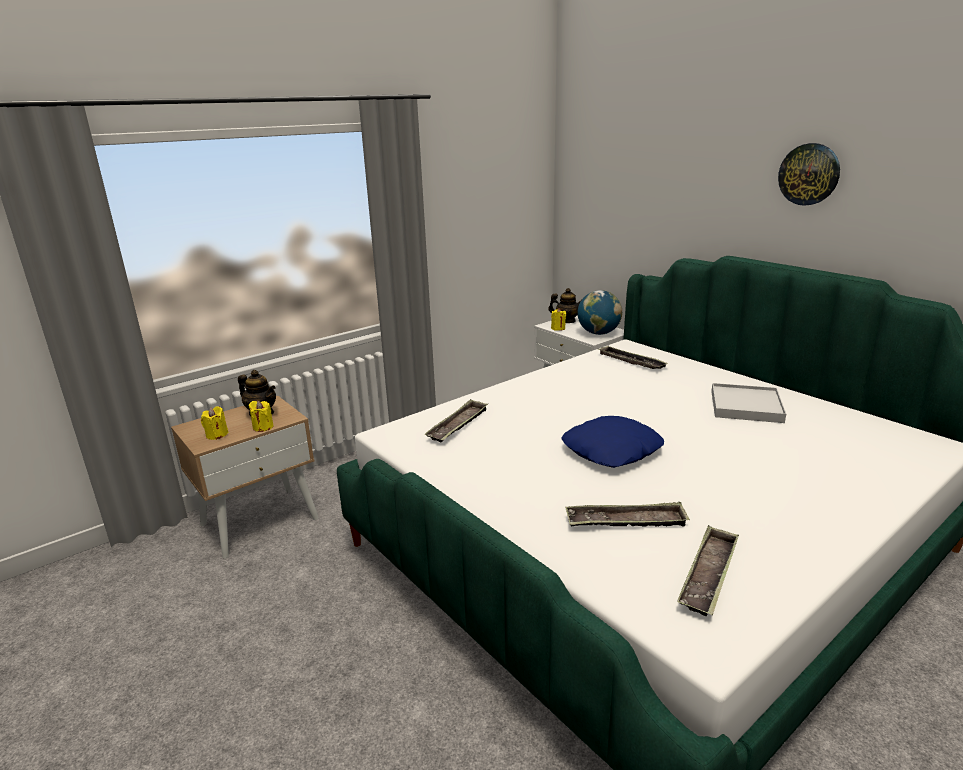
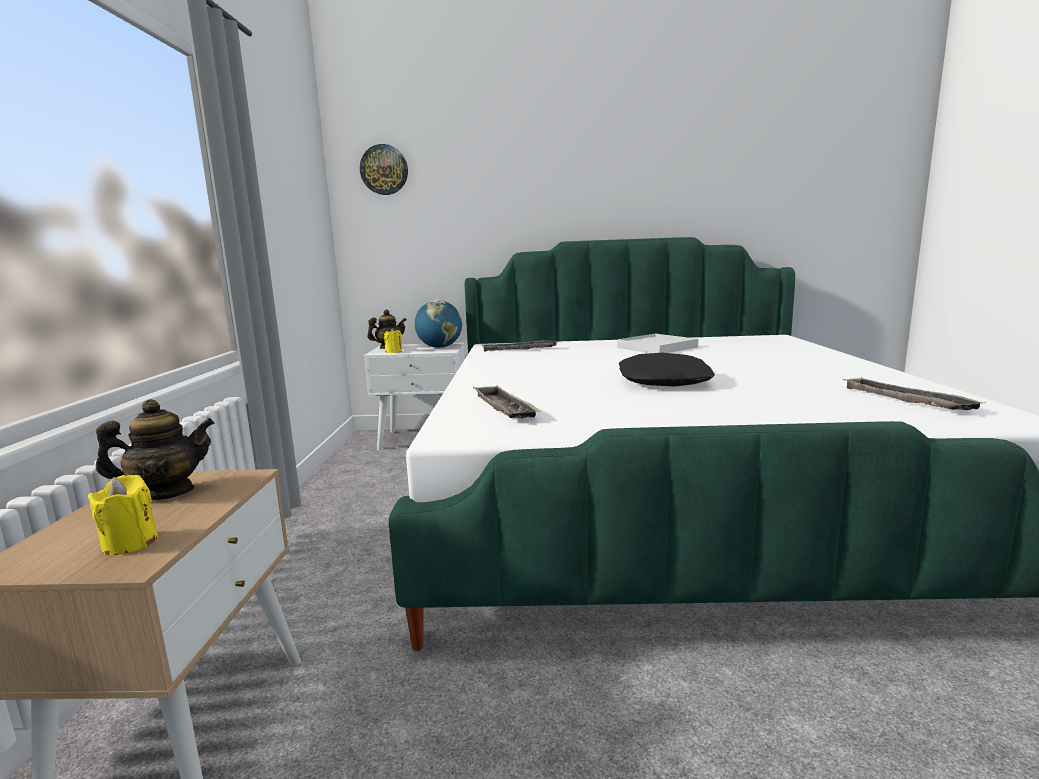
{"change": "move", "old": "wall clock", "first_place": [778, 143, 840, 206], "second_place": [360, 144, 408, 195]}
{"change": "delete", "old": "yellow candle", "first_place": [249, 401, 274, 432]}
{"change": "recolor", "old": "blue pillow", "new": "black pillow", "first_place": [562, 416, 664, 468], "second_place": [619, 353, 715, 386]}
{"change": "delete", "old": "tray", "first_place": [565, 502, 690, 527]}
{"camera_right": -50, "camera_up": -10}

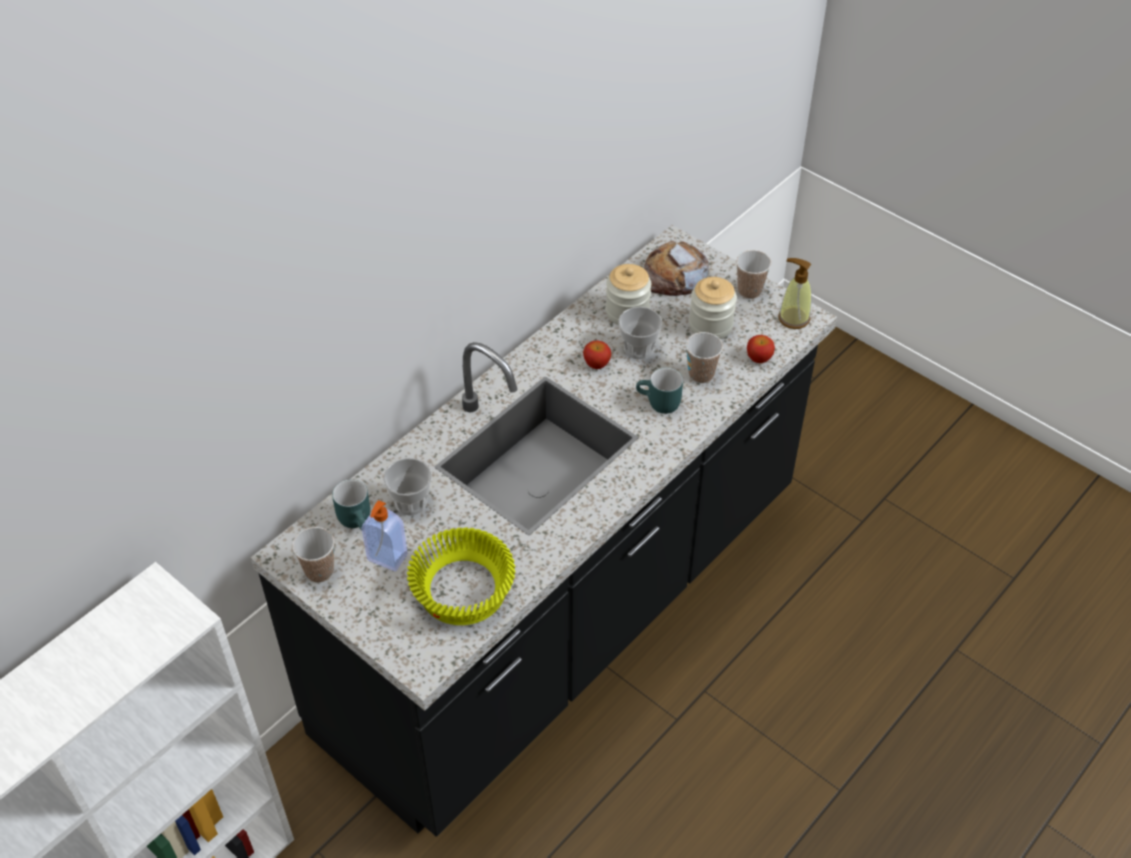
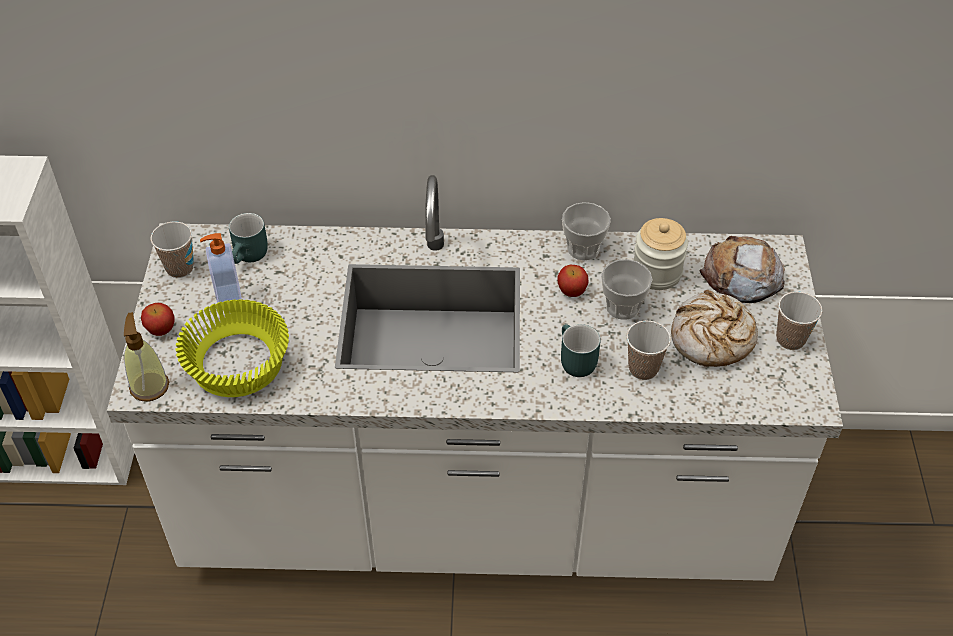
{"change": "recolor", "old": "black counter", "new": "white counter", "first_place": [251, 225, 837, 837], "second_place": [107, 175, 843, 581]}
{"change": "move", "old": "soap dispenser", "first_place": [778, 258, 811, 329], "second_place": [124, 312, 169, 401]}
{"change": "replace", "old": "jar", "new": "bread", "first_place": [689, 277, 737, 339], "second_place": [671, 290, 758, 367]}
{"change": "move", "old": "apple", "first_place": [747, 335, 775, 363], "second_place": [141, 303, 175, 336]}
{"change": "move", "old": "cup", "first_place": [383, 458, 432, 516], "second_place": [562, 202, 611, 261]}
{"camera_right": 50, "camera_up": 0}

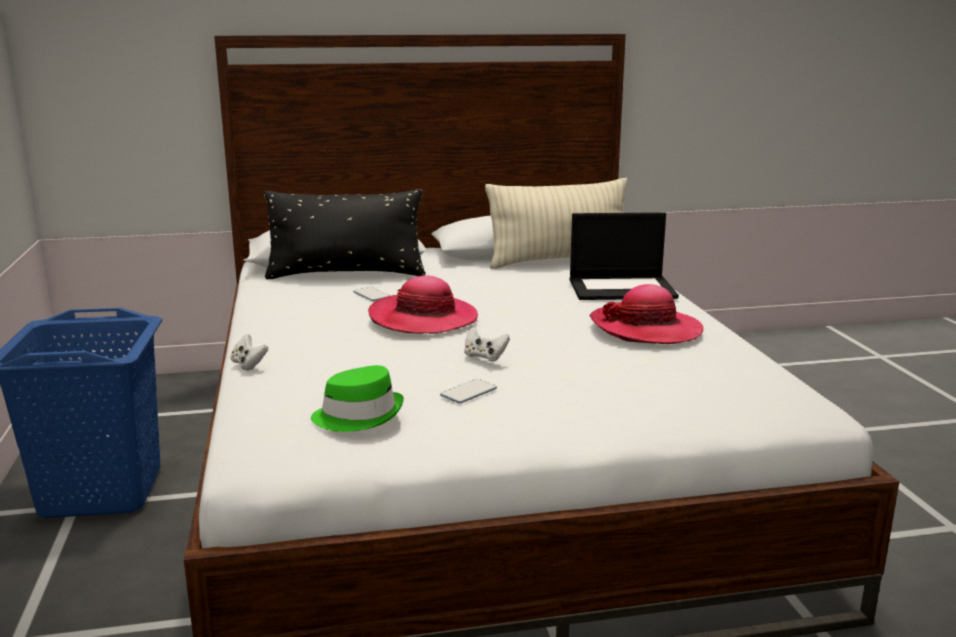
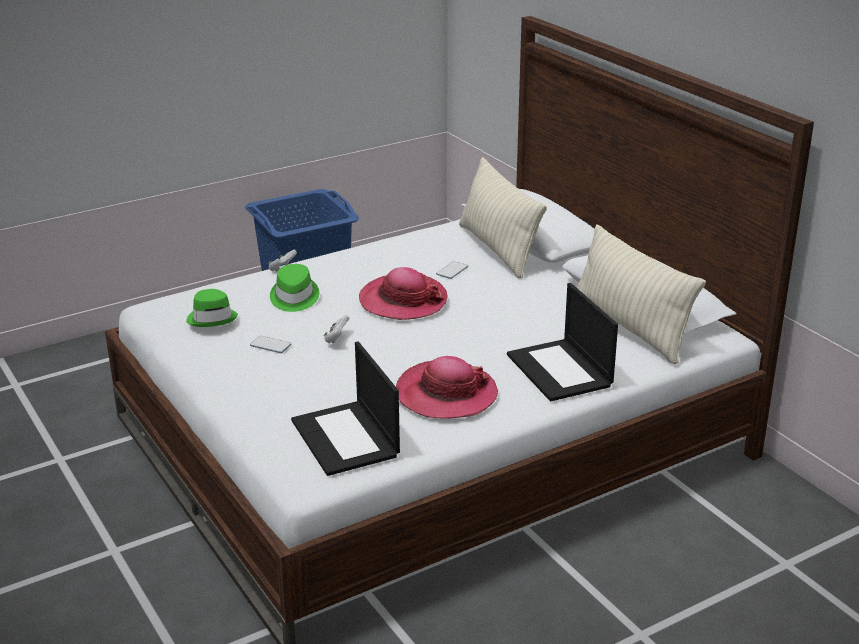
{"change": "recolor", "old": "black pillow", "new": "beige pillow", "first_place": [264, 189, 426, 279], "second_place": [459, 157, 547, 279]}
{"change": "insert", "new": "green hat", "second_place": [270, 264, 319, 312]}
{"change": "insert", "new": "laptop", "second_place": [291, 341, 400, 476]}
{"camera_right": 70, "camera_up": 10}

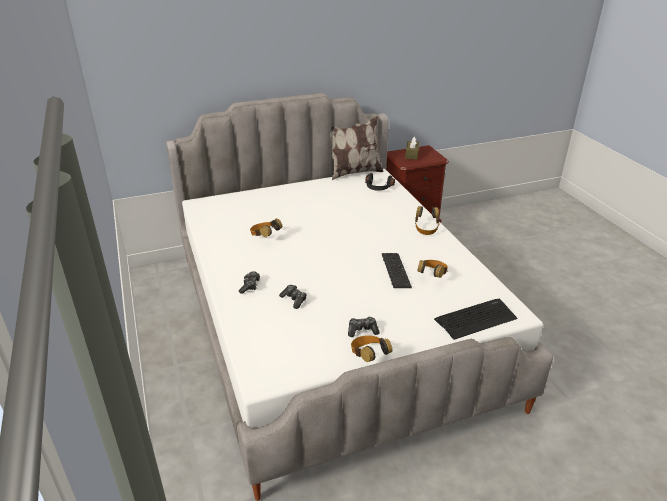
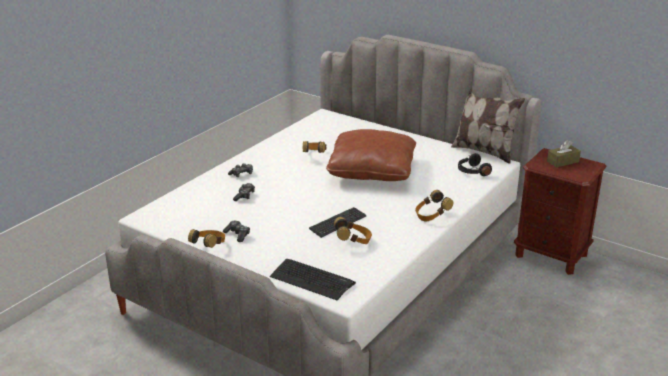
{"change": "insert", "new": "brown pillow", "second_place": [326, 129, 416, 181]}
{"camera_right": 55, "camera_up": -5}

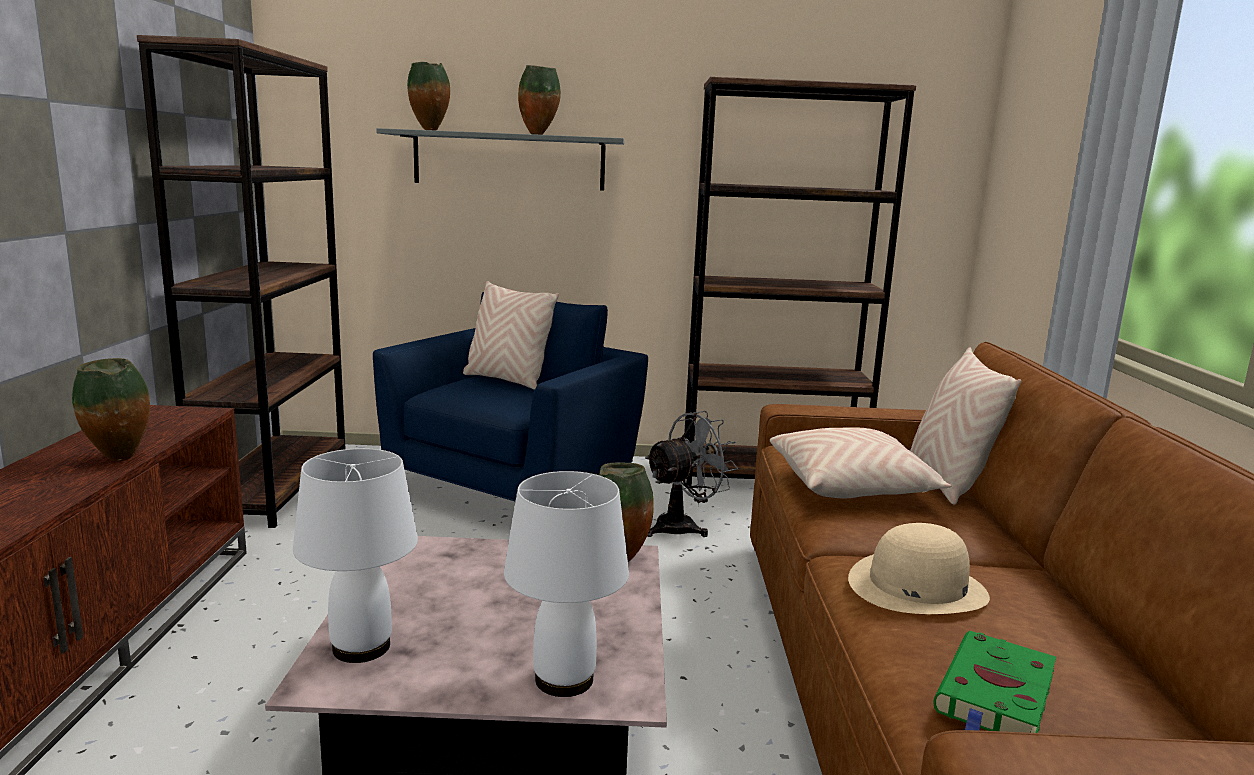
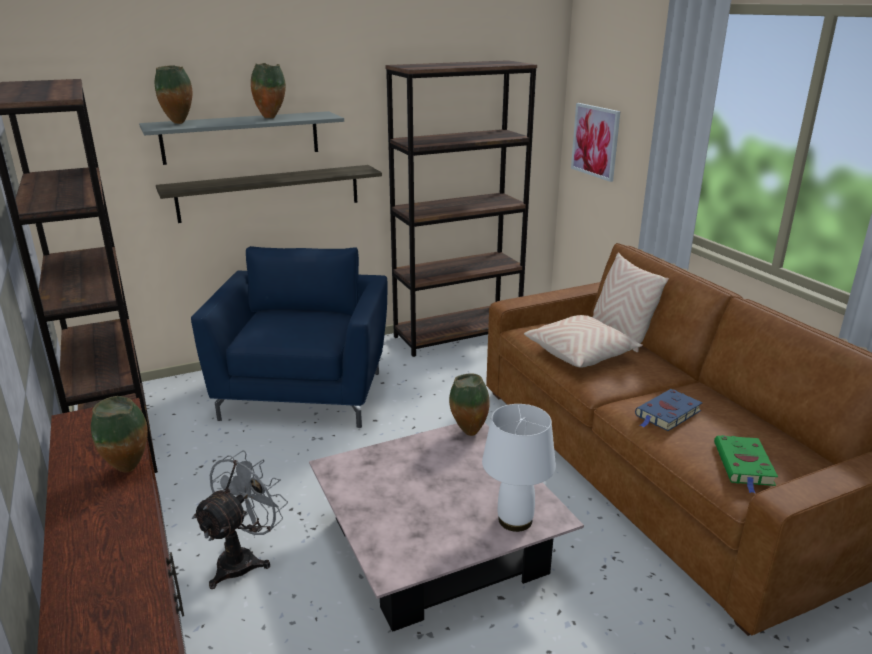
{"change": "delete", "old": "beige pillow", "first_place": [463, 281, 559, 390]}
{"change": "move", "old": "grey fan", "first_place": [645, 411, 738, 537], "second_place": [192, 450, 288, 589]}
{"change": "delete", "old": "white table lamp", "first_place": [293, 448, 418, 663]}
{"change": "replace", "old": "beige hat", "new": "blue book", "first_place": [848, 523, 990, 614], "second_place": [635, 389, 703, 431]}
{"change": "insert", "new": "picture", "second_place": [571, 103, 621, 182]}
{"change": "insert", "new": "shelf", "second_place": [156, 165, 382, 223]}
{"camera_right": -25, "camera_up": 10}

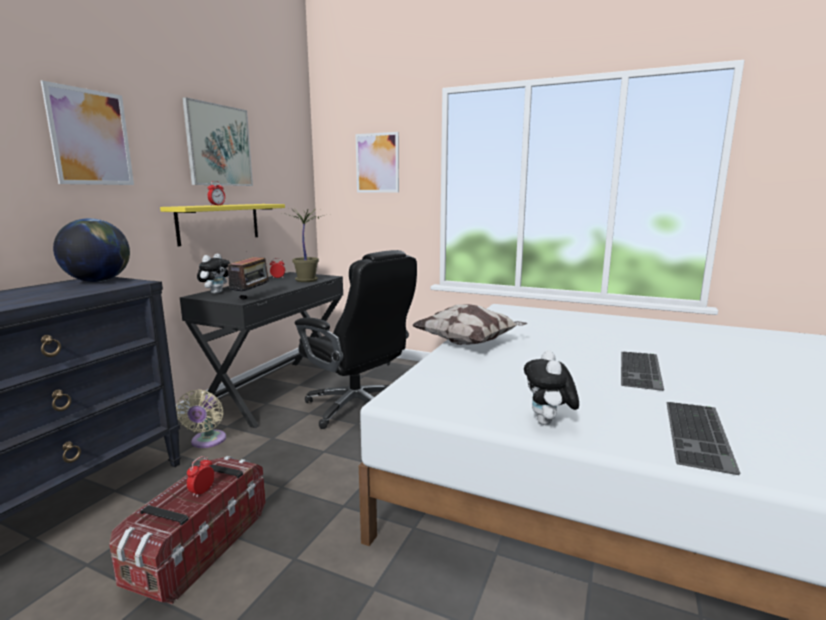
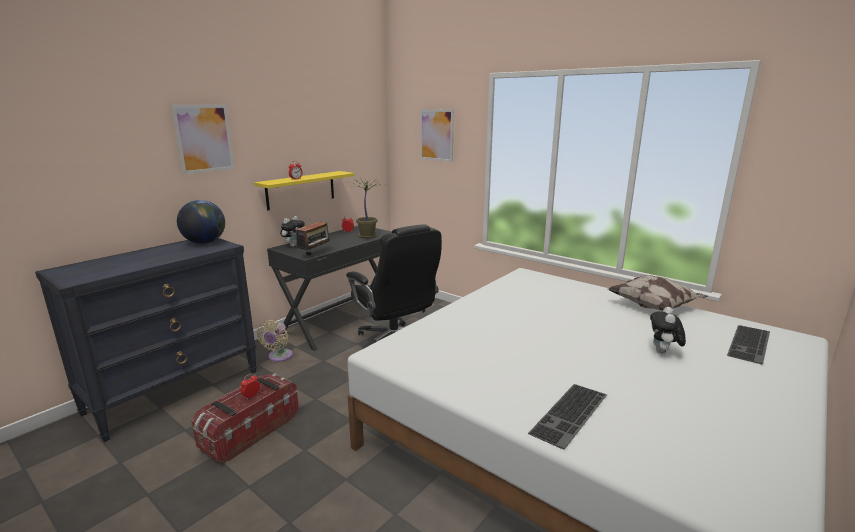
{"change": "delete", "old": "picture", "first_place": [182, 97, 253, 186]}
{"change": "move", "old": "pillow", "first_place": [413, 304, 527, 345], "second_place": [608, 275, 708, 311]}
{"change": "move", "old": "plush toy", "first_place": [524, 350, 579, 425], "second_place": [650, 307, 686, 354]}
{"change": "move", "old": "keyboard", "first_place": [621, 352, 664, 391], "second_place": [727, 325, 770, 364]}
{"camera_right": 15, "camera_up": 5}

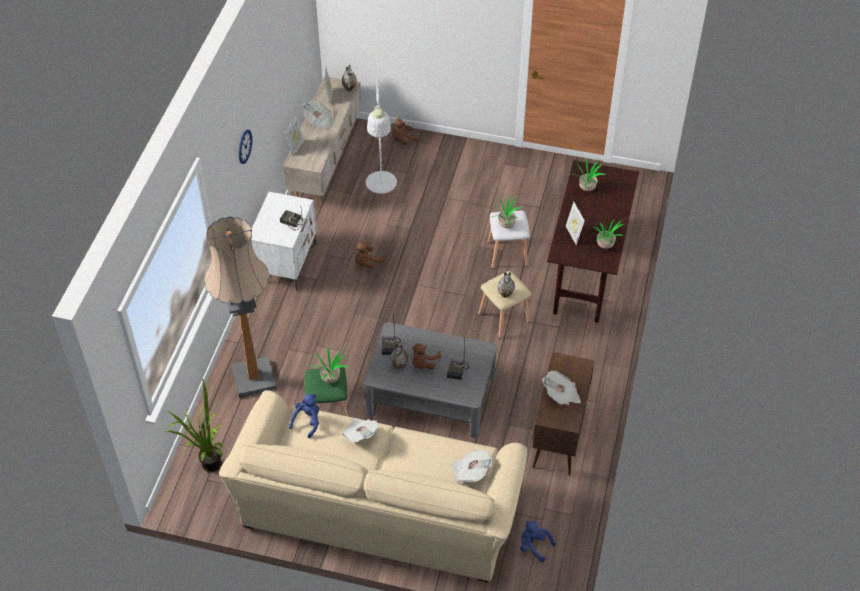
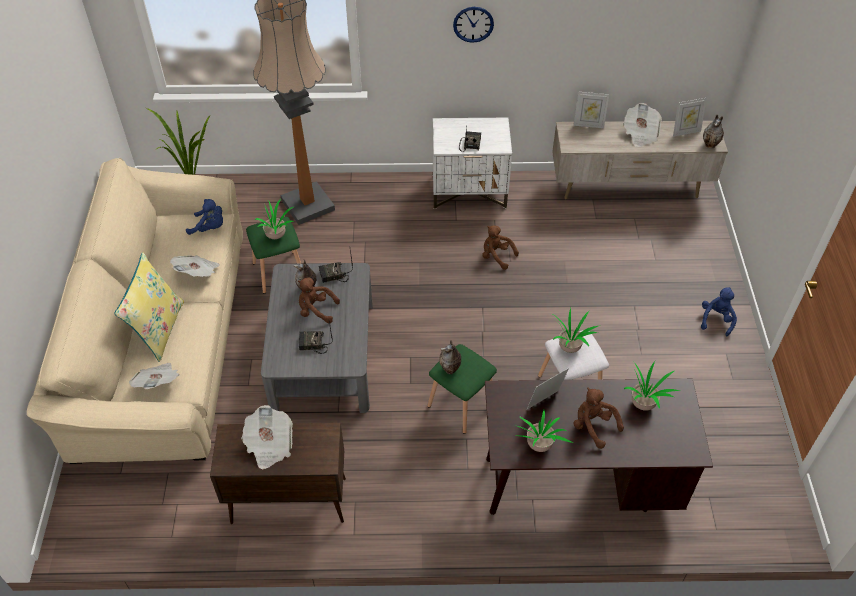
{"change": "delete", "old": "white floor lamp", "first_place": [366, 79, 397, 194]}
{"change": "move", "old": "brown plush toy", "first_place": [392, 118, 420, 145], "second_place": [573, 388, 624, 449]}
{"change": "recolor", "old": "beige stool", "new": "green stool", "first_place": [478, 271, 531, 338], "second_place": [427, 344, 497, 434]}
{"change": "move", "old": "blue plush toy", "first_place": [520, 521, 556, 563], "second_place": [701, 287, 737, 336]}
{"change": "insert", "new": "yellow pillow", "second_place": [114, 252, 184, 362]}
{"camera_right": 75, "camera_up": 0}

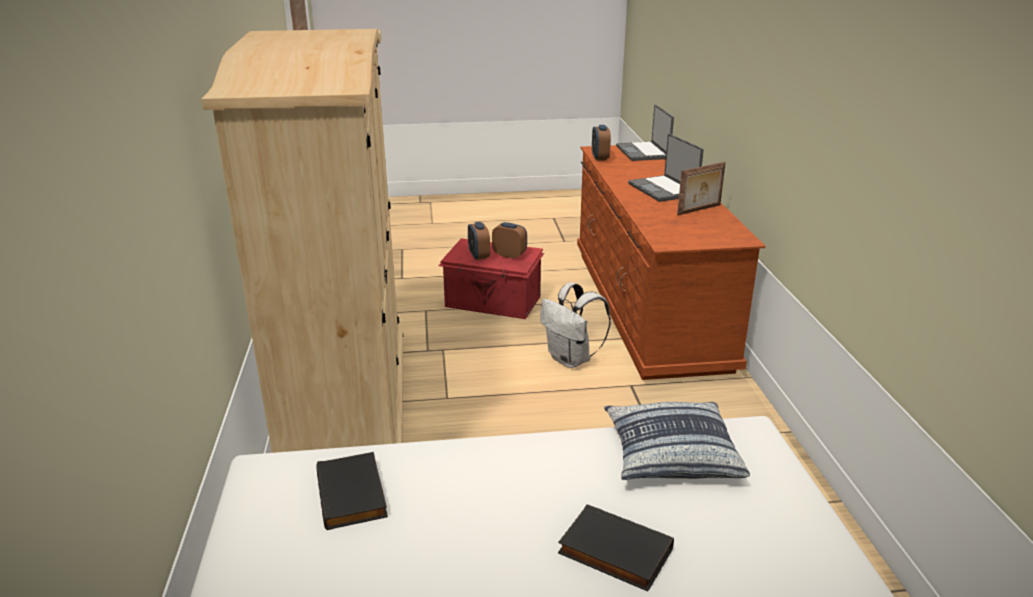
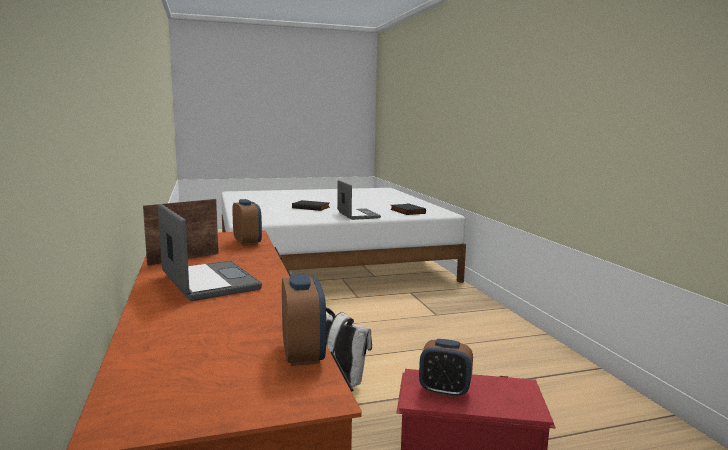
{"change": "delete", "old": "beige wardrobe", "first_place": [201, 29, 404, 453]}
{"change": "move", "old": "laptop", "first_place": [616, 105, 674, 161], "second_place": [337, 180, 381, 220]}
{"change": "move", "old": "alarm clock", "first_place": [468, 222, 490, 260], "second_place": [232, 199, 262, 246]}
{"change": "delete", "old": "pillow", "first_place": [604, 402, 750, 480]}
{"camera_right": 170, "camera_up": -15}

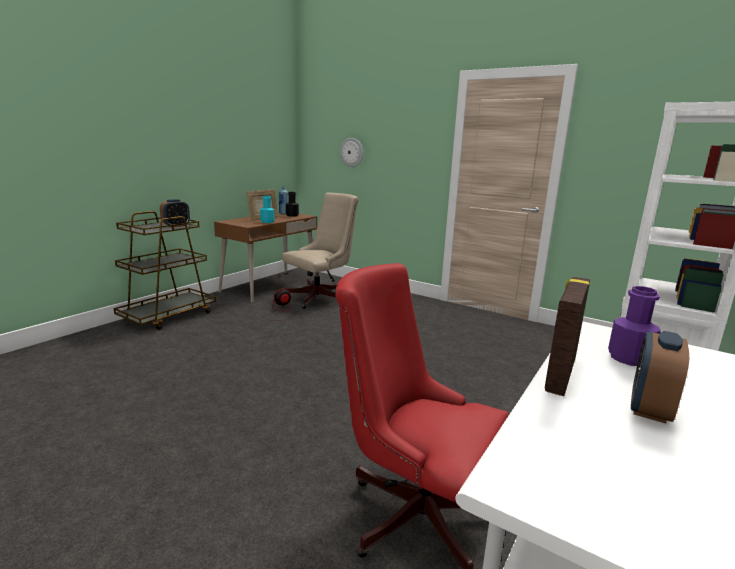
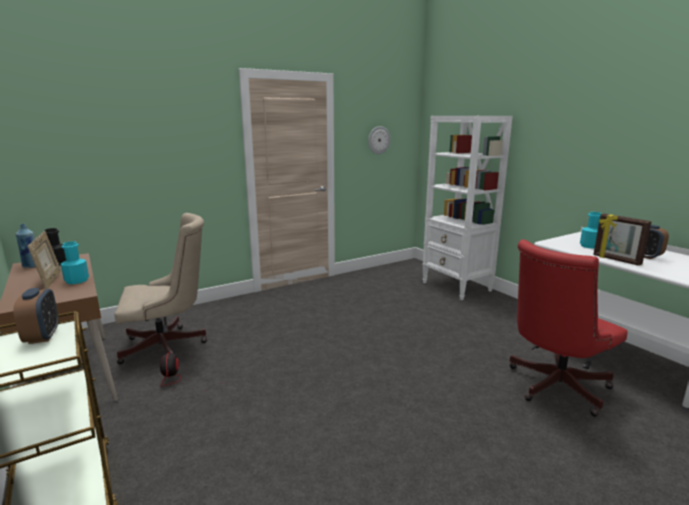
{"change": "move", "old": "wall clock", "first_place": [340, 138, 363, 167], "second_place": [368, 126, 390, 154]}
{"change": "rotate", "old": "beige office chair", "first_place": [282, 192, 359, 309], "second_place": [114, 213, 207, 364], "degrees": 90}
{"change": "recolor", "old": "purple bottle", "new": "turquoise bottle", "first_place": [608, 286, 661, 366], "second_place": [580, 212, 601, 249]}
{"camera_right": -65, "camera_up": 0}

